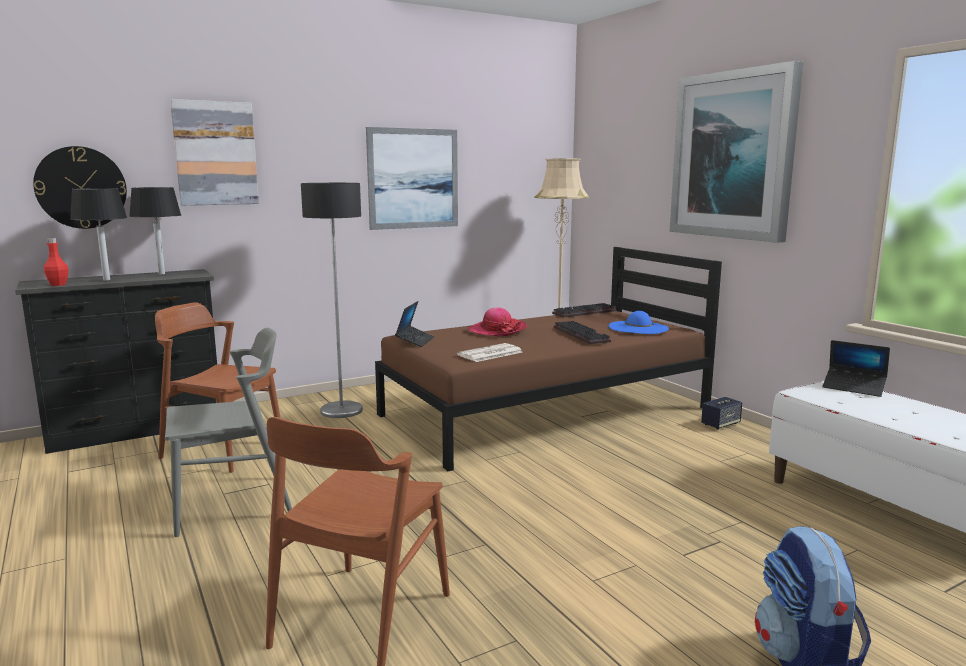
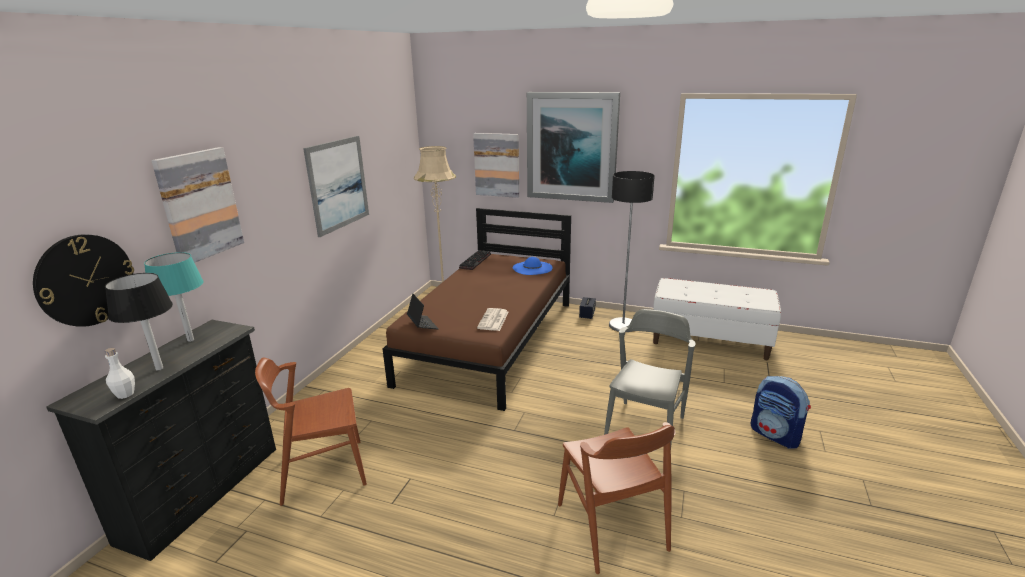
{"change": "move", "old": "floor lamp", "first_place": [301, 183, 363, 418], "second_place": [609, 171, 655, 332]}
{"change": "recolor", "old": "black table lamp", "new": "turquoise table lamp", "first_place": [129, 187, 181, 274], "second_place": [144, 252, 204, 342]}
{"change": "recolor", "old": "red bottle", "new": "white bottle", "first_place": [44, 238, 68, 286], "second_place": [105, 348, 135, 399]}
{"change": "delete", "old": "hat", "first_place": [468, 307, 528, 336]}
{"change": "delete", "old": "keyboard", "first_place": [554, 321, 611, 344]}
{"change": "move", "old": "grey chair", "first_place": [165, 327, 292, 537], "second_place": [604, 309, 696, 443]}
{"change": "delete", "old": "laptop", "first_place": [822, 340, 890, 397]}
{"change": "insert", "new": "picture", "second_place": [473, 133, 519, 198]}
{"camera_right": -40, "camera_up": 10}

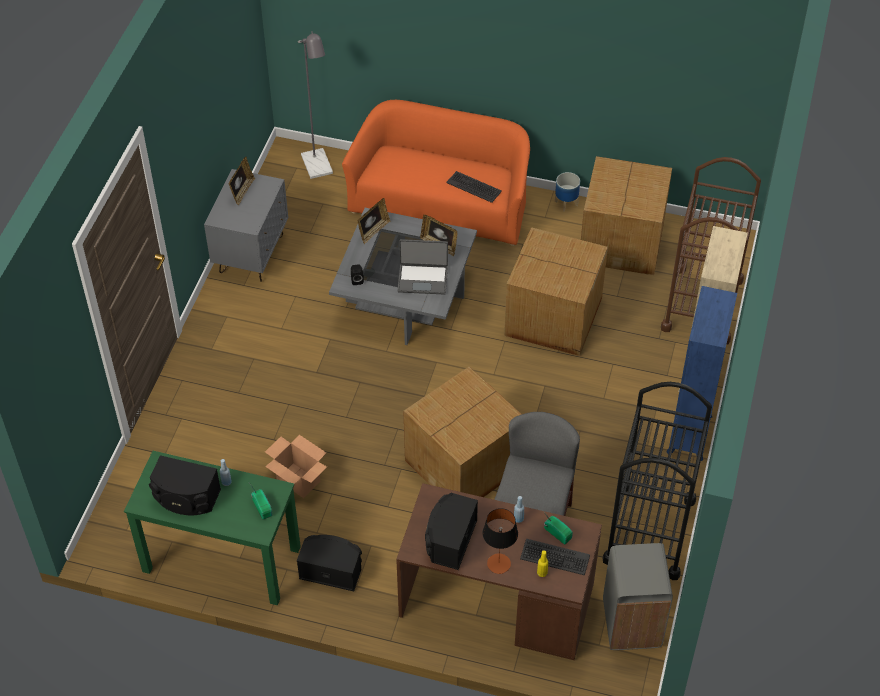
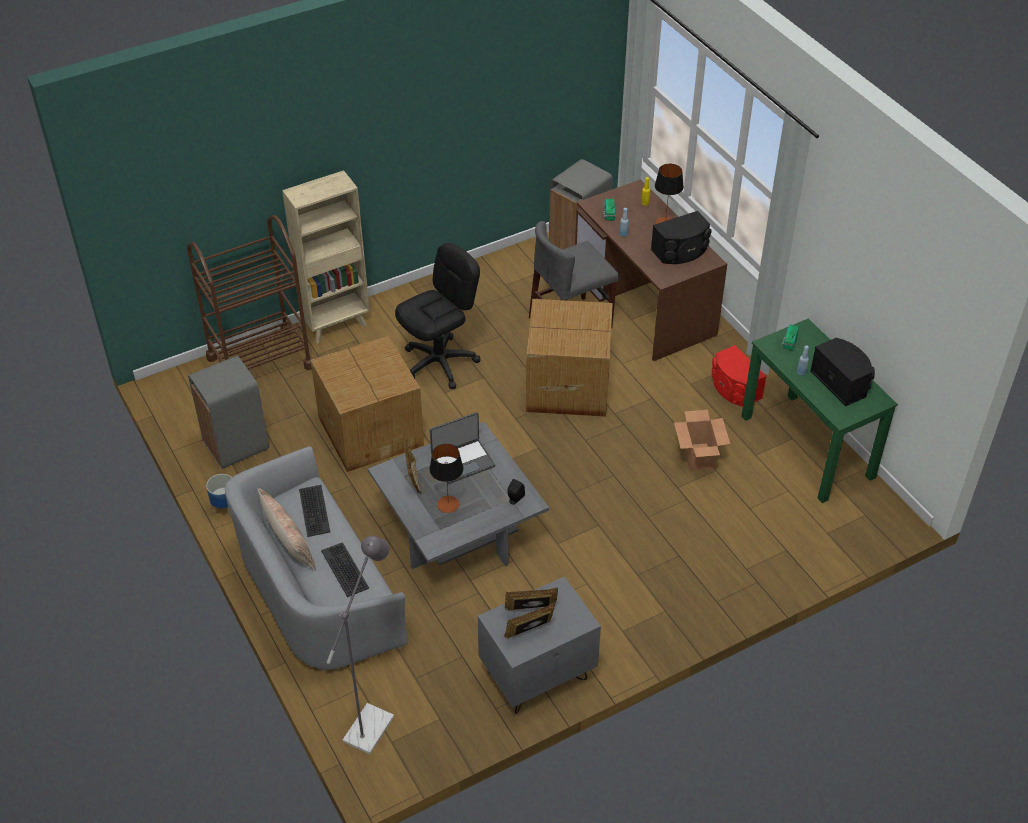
{"change": "recolor", "old": "orange sofa", "new": "grey sofa", "first_place": [342, 100, 530, 246], "second_place": [225, 446, 408, 672]}
{"change": "replace", "old": "cardboard box", "new": "grey trash can", "first_place": [581, 156, 672, 275], "second_place": [188, 356, 269, 469]}
{"change": "move", "old": "picture frame", "first_place": [358, 198, 390, 244], "second_place": [505, 588, 558, 611]}
{"change": "rotate", "old": "laptop", "first_place": [398, 239, 448, 295], "second_place": [430, 412, 496, 484], "degrees": 105}
{"change": "delete", "old": "blue bookcase", "first_place": [667, 286, 737, 461]}
{"change": "delete", "old": "black cart", "first_place": [603, 382, 712, 580]}
{"change": "recolor", "old": "black speaker", "new": "red speaker", "first_place": [297, 535, 362, 591], "second_place": [712, 345, 767, 407]}
{"change": "move", "old": "keyboard", "first_place": [520, 539, 590, 575], "second_place": [321, 542, 369, 597]}
{"change": "insert", "new": "black office chair", "second_place": [395, 243, 480, 389]}
{"change": "insert", "new": "table lamp", "second_place": [430, 444, 463, 513]}
{"change": "insert", "new": "pillow", "second_place": [257, 488, 316, 571]}
{"camera_right": -135, "camera_up": -5}

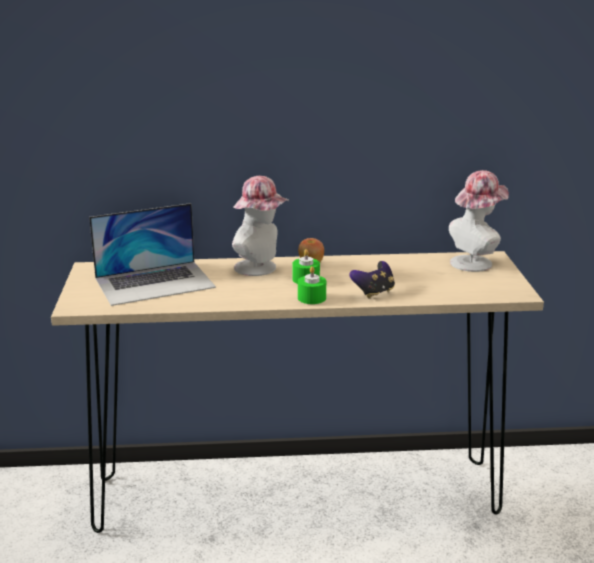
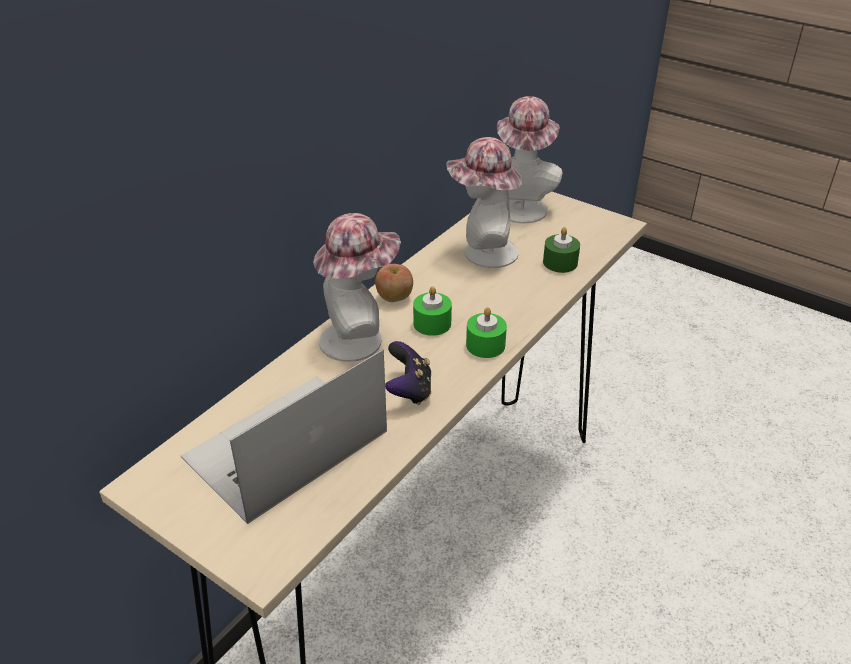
{"change": "rotate", "old": "laptop", "first_place": [89, 203, 216, 306], "second_place": [181, 349, 387, 524], "degrees": -150}
{"change": "move", "old": "game controller", "first_place": [349, 261, 395, 298], "second_place": [385, 341, 432, 405]}
{"change": "insert", "new": "hat", "second_place": [446, 137, 522, 268]}
{"change": "insert", "new": "green candle", "second_place": [543, 227, 580, 273]}
{"camera_right": -50, "camera_up": 15}

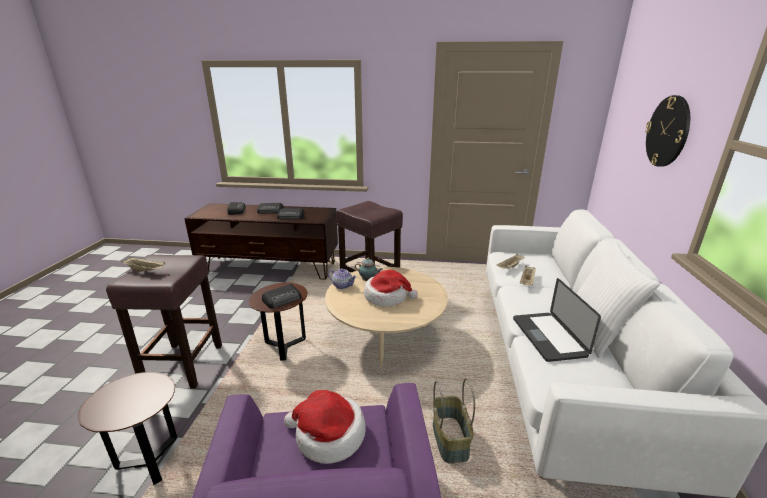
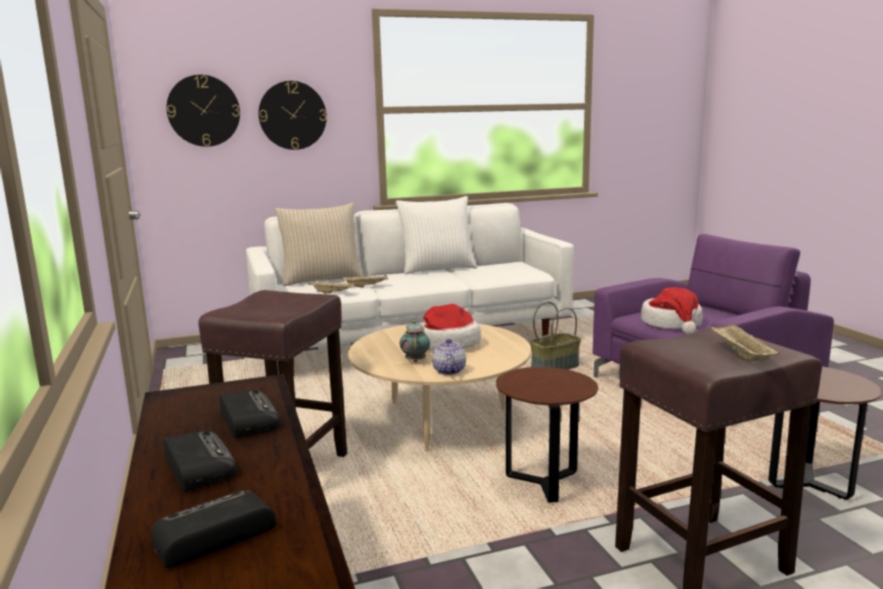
{"change": "delete", "old": "laptop", "first_place": [513, 278, 601, 362]}
{"change": "delete", "old": "radio", "first_place": [262, 284, 302, 309]}
{"change": "insert", "new": "wall clock", "second_place": [167, 75, 240, 147]}
{"change": "insert", "new": "beige pillow", "second_place": [275, 203, 364, 286]}
{"camera_right": -115, "camera_up": -10}

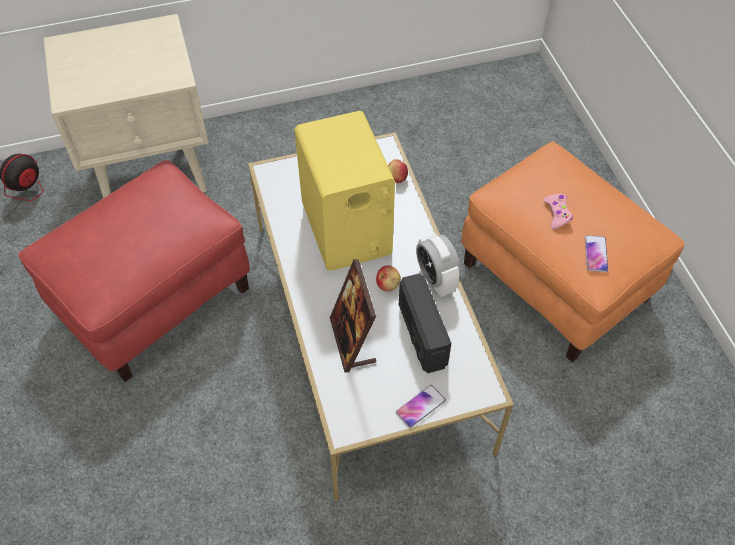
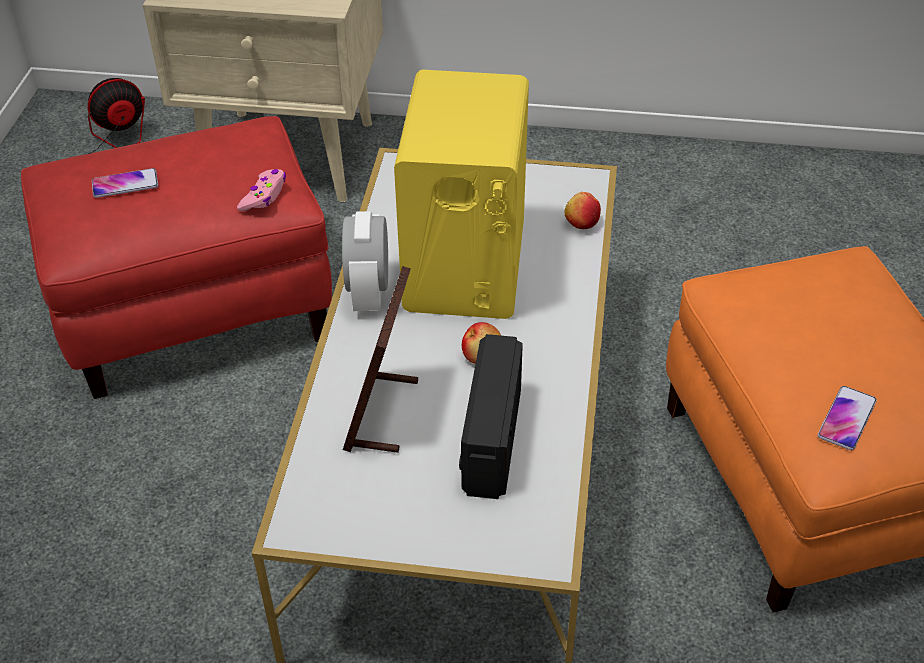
{"change": "move", "old": "pink game controller", "first_place": [543, 194, 573, 229], "second_place": [237, 169, 286, 211]}
{"change": "move", "old": "alarm clock", "first_place": [416, 233, 461, 297], "second_place": [342, 211, 388, 311]}
{"change": "move", "old": "phone", "first_place": [396, 385, 446, 428], "second_place": [92, 168, 158, 198]}
{"camera_right": 25, "camera_up": -10}

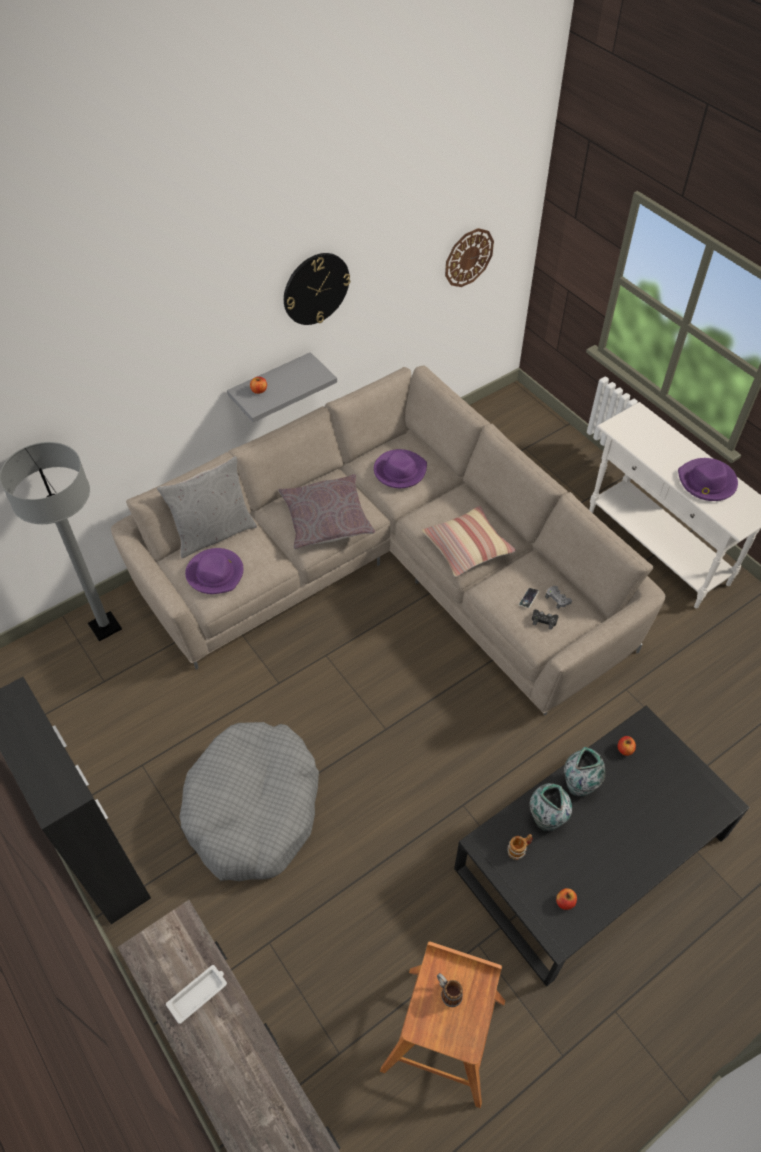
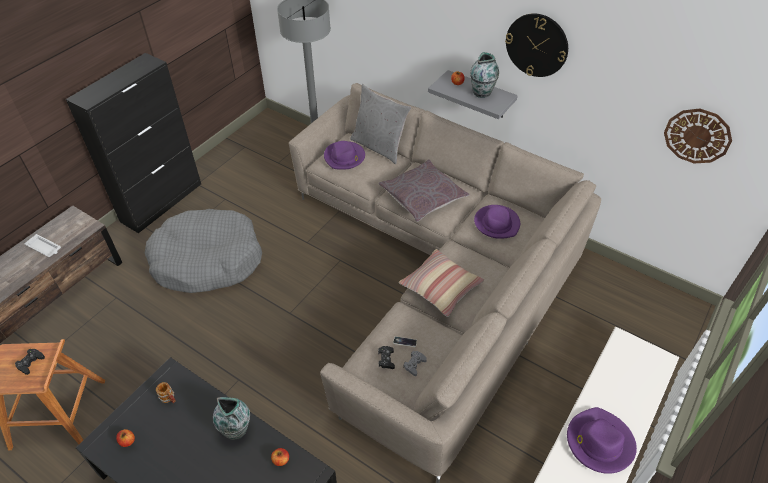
{"change": "move", "old": "vase", "first_place": [530, 783, 572, 831], "second_place": [470, 52, 499, 98]}
{"change": "replace", "old": "mug", "new": "black game controller", "first_place": [437, 973, 463, 1007], "second_place": [15, 349, 45, 375]}
{"camera_right": 70, "camera_up": -5}

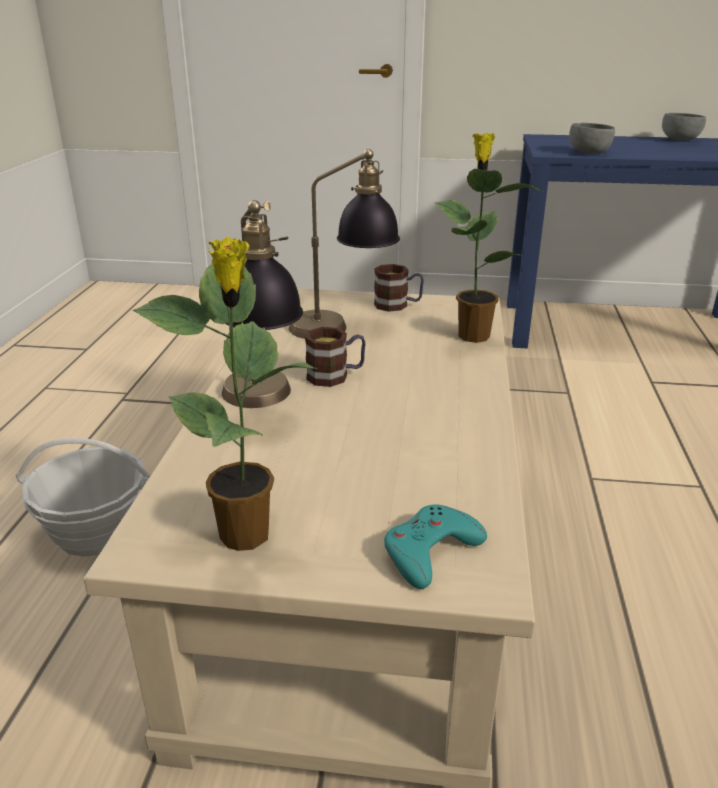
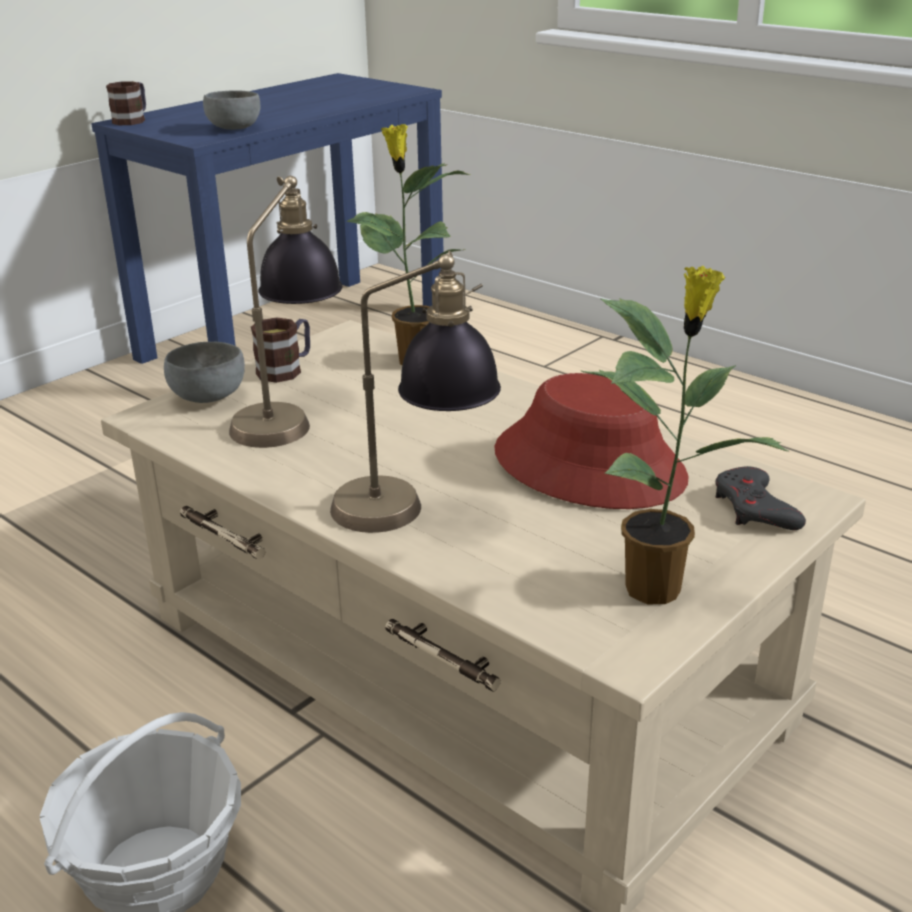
{"change": "move", "old": "grey bowl", "first_place": [662, 113, 706, 141], "second_place": [164, 342, 245, 403]}
{"change": "move", "old": "mug", "first_place": [305, 327, 366, 387], "second_place": [106, 81, 146, 125]}
{"change": "recolor", "old": "turquoise game controller", "new": "grey game controller", "first_place": [384, 505, 487, 589], "second_place": [715, 466, 806, 530]}
{"change": "insert", "new": "red hat", "second_place": [494, 373, 689, 509]}
{"camera_right": -55, "camera_up": 0}

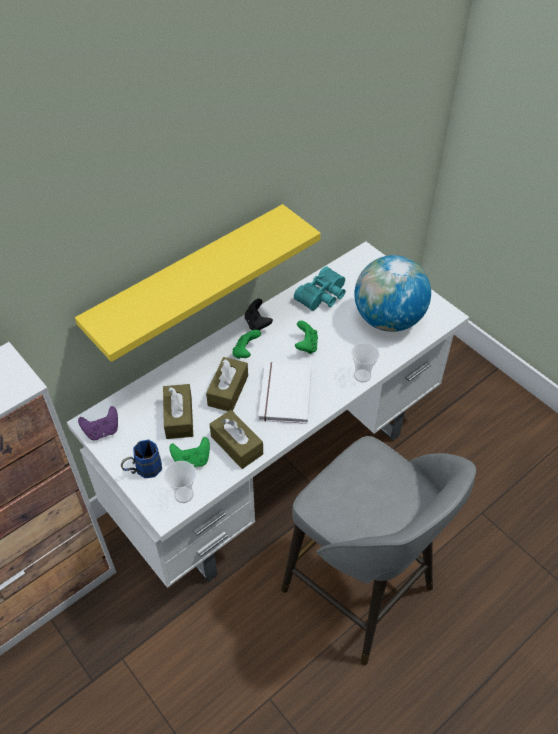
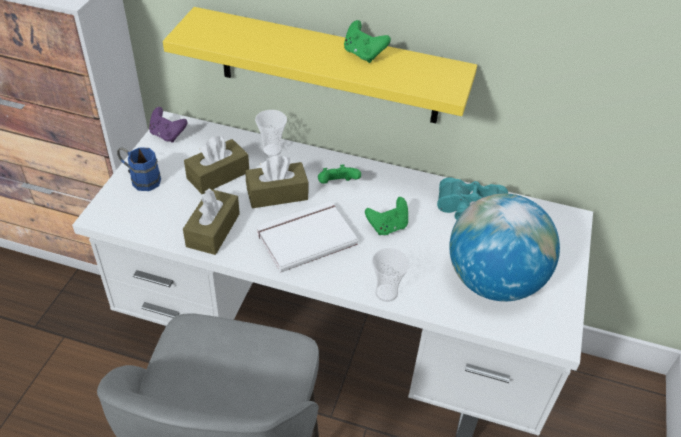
{"change": "delete", "old": "black game controller", "first_place": [245, 299, 273, 331]}
{"change": "move", "old": "green game controller", "first_place": [169, 437, 210, 467], "second_place": [344, 20, 391, 63]}
{"change": "move", "old": "cup", "first_place": [164, 461, 196, 503], "second_place": [255, 110, 287, 157]}
{"camera_right": 55, "camera_up": -5}

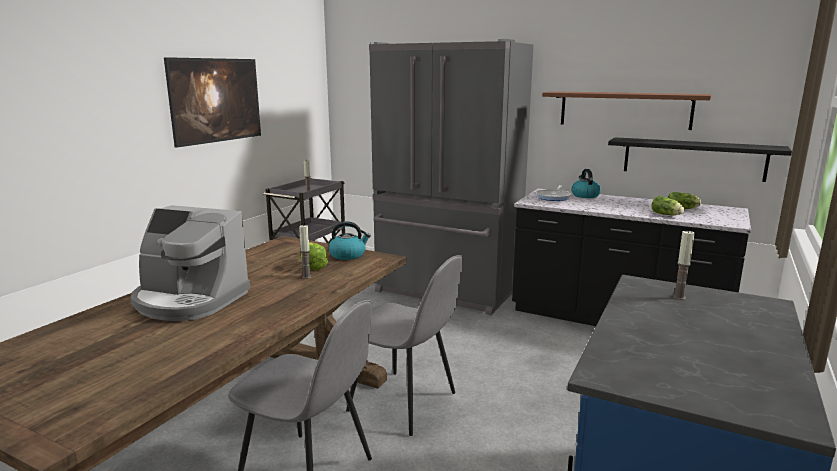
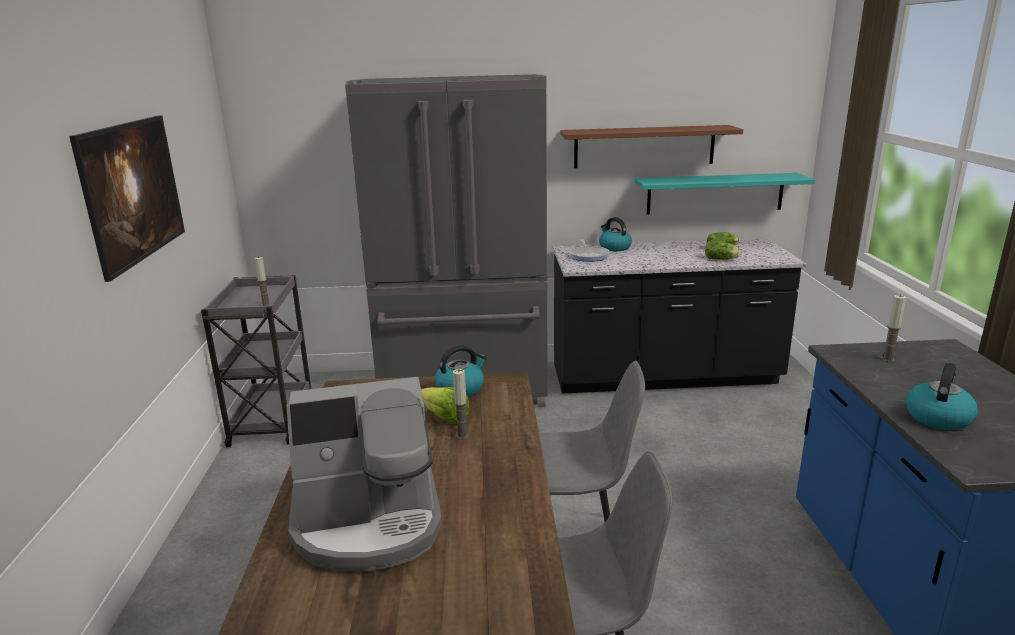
{"change": "recolor", "old": "black shelf", "new": "turquoise shelf", "first_place": [608, 137, 792, 182], "second_place": [635, 173, 815, 214]}
{"change": "insert", "new": "kettle", "second_place": [906, 363, 978, 430]}
{"camera_right": -30, "camera_up": 5}

